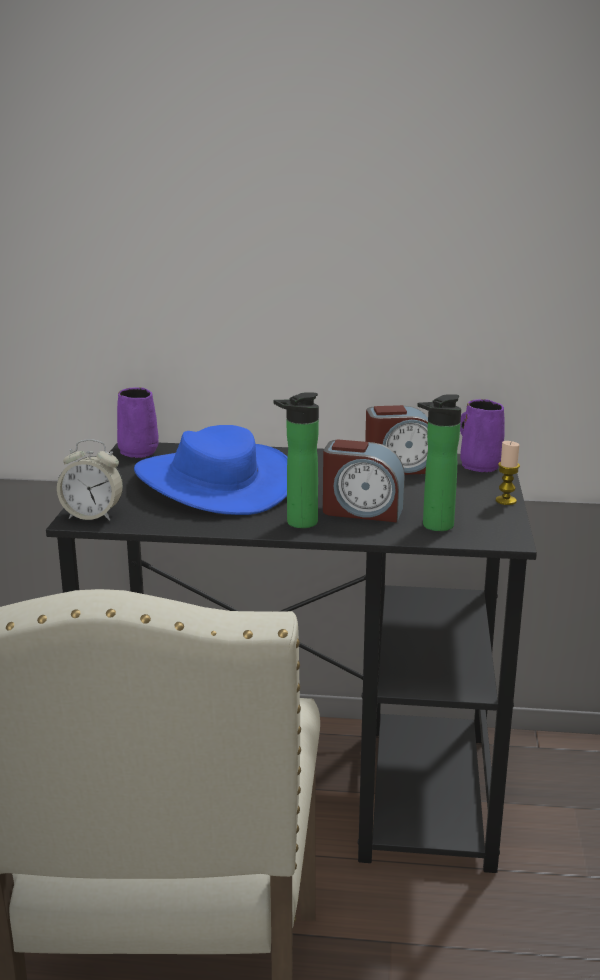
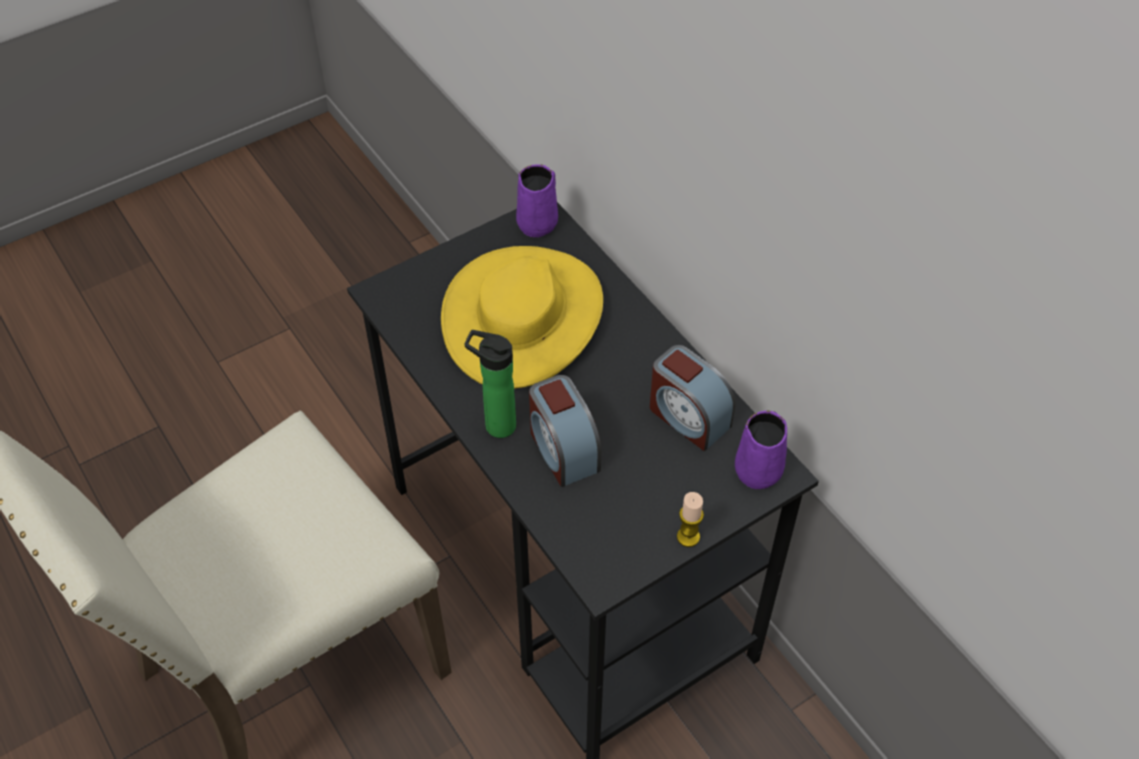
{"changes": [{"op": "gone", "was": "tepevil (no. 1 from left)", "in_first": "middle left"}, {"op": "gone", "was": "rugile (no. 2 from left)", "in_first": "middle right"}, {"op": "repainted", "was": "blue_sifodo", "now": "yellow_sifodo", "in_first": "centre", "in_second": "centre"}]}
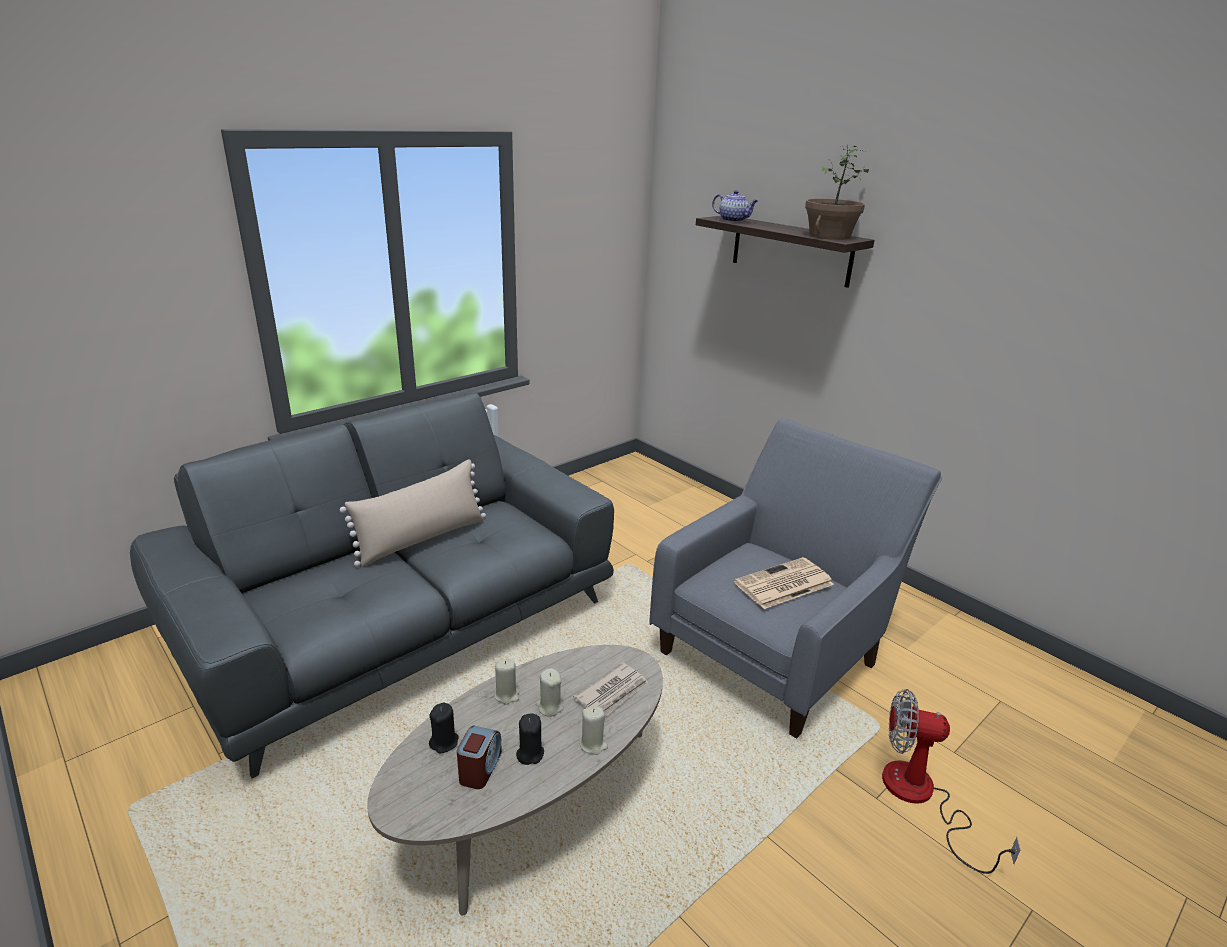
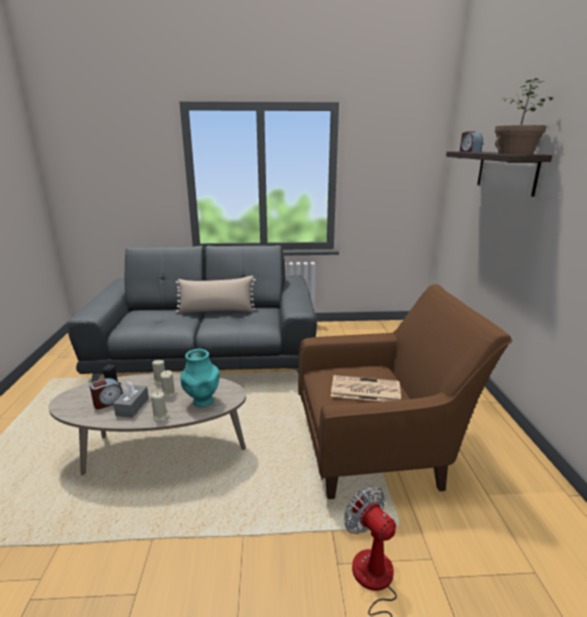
{"changes": [{"op": "swapped", "was": "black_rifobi (no. 2 from left)", "now": "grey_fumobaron", "in_first": "bottom centre", "in_second": "middle left"}, {"op": "swapped", "was": "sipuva (no. 1 from left)", "now": "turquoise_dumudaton", "in_first": "bottom centre", "in_second": "centre"}, {"op": "swapped", "was": "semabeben", "now": "tepevil (no. 2 from left)", "in_first": "top centre", "in_second": "top right"}, {"op": "repainted", "was": "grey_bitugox", "now": "brown_bitugox", "in_first": "centre", "in_second": "middle right"}]}
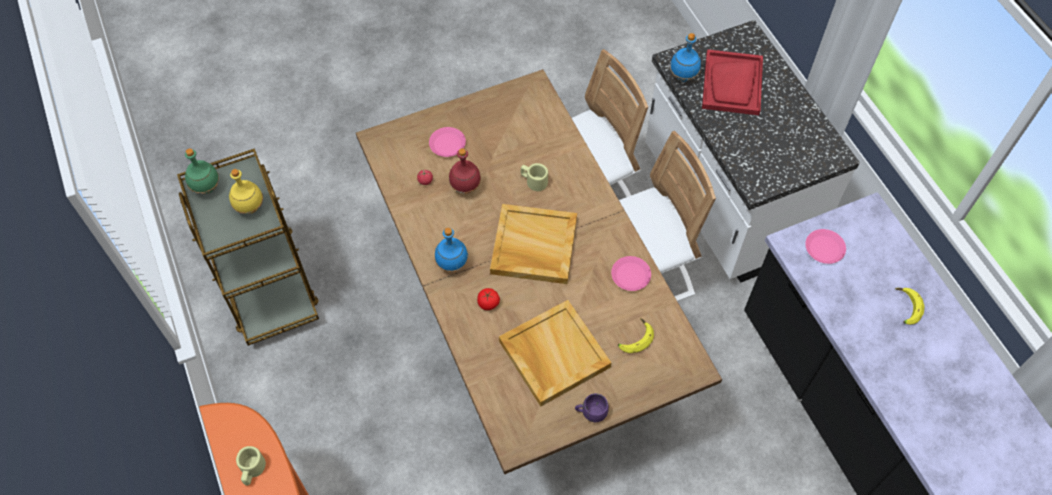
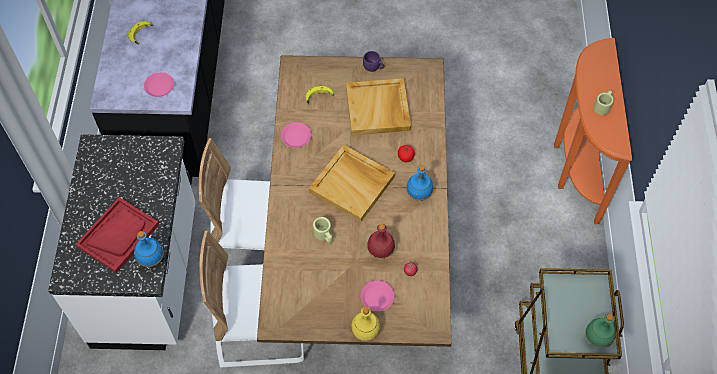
{"changes": [{"op": "shifted", "was": "yellow_rugile", "in_first": "middle left", "in_second": "bottom centre"}]}
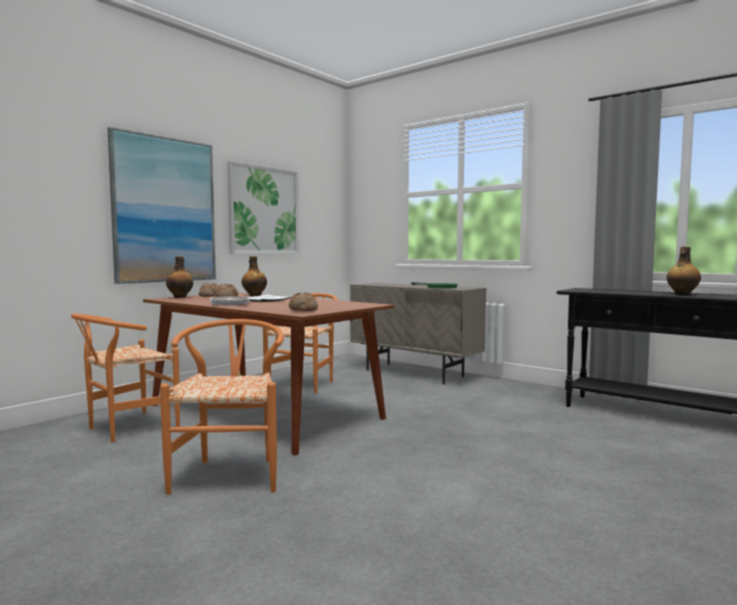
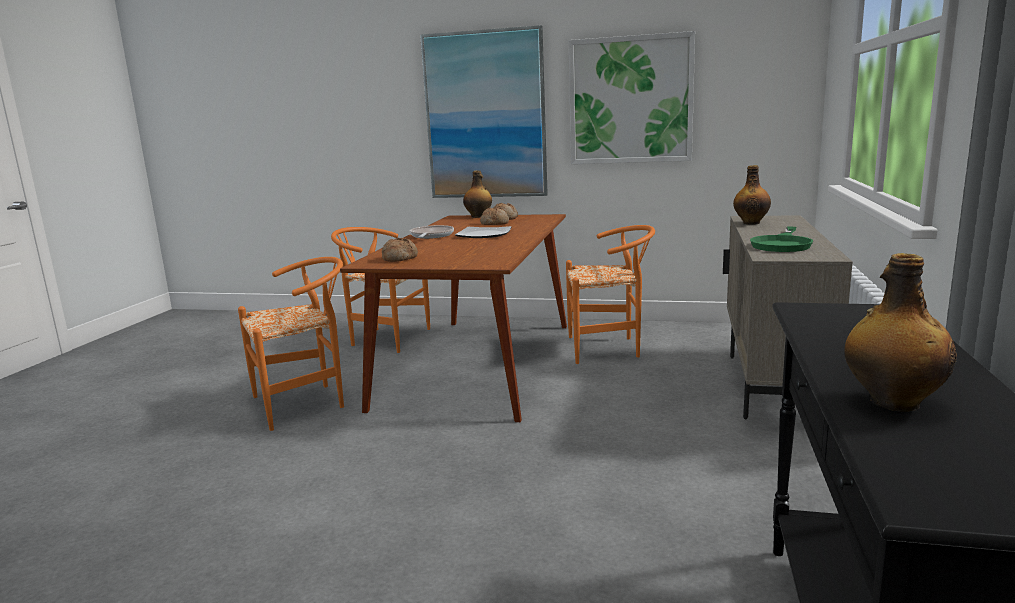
{"changes": [{"op": "shifted", "was": "rugile (no. 2 from left)", "in_first": "centre", "in_second": "top right"}]}
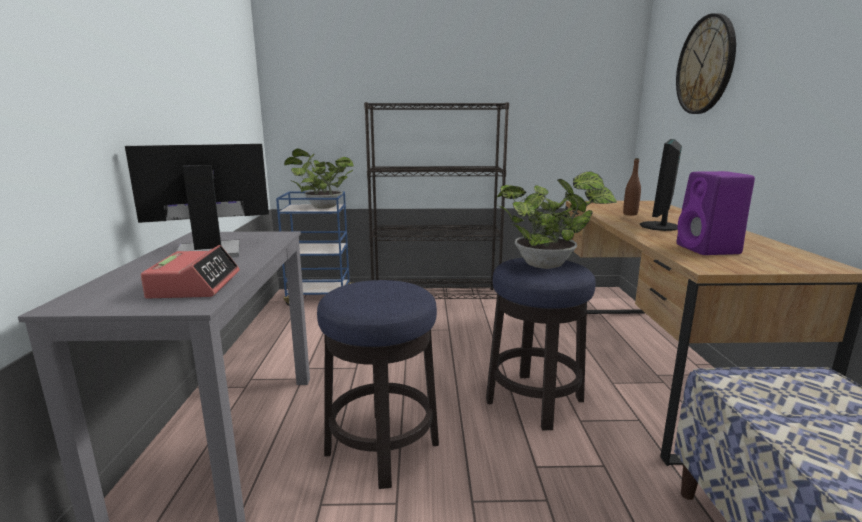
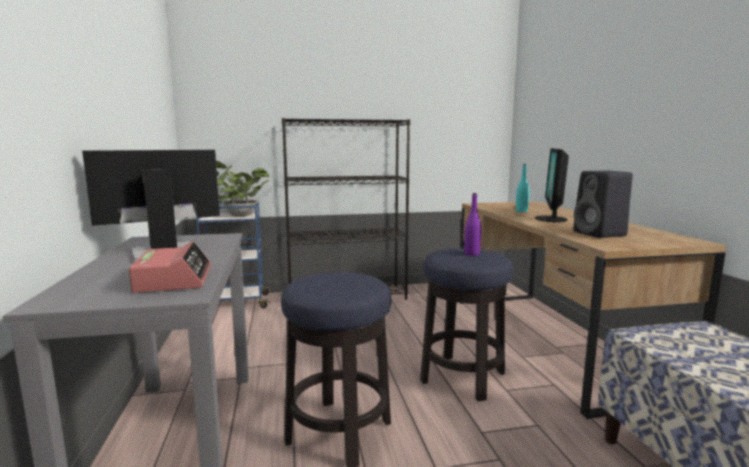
{"changes": [{"op": "gone", "was": "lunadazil", "in_first": "top right"}, {"op": "swapped", "was": "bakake (no. 2 from left)", "now": "purple_rugile", "in_first": "centre", "in_second": "centre"}, {"op": "repainted", "was": "brown_rugile", "now": "turquoise_rugile", "in_first": "middle right", "in_second": "middle right"}, {"op": "repainted", "was": "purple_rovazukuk", "now": "black_rovazukuk", "in_first": "middle right", "in_second": "middle right"}]}
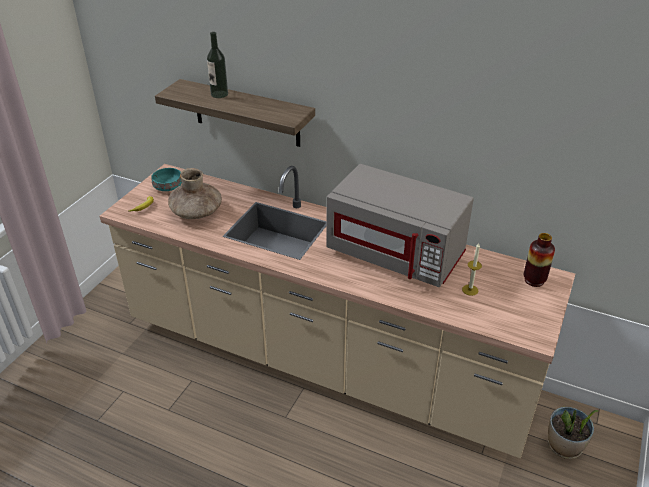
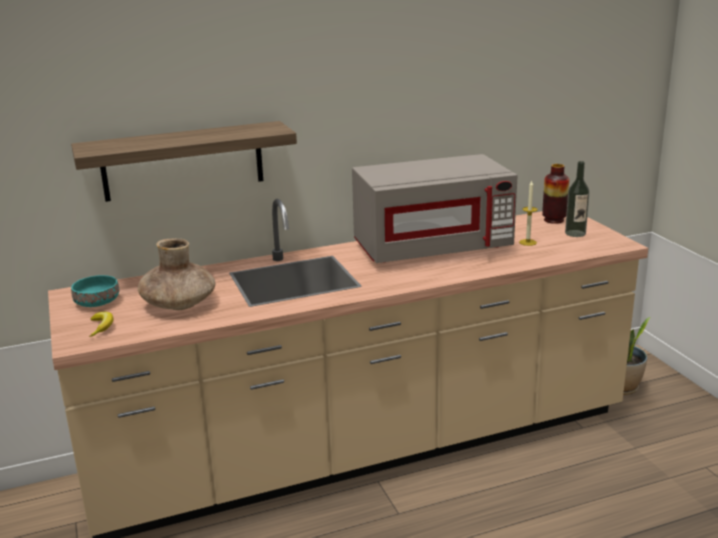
{"changes": [{"op": "shifted", "was": "rugile", "in_first": "top centre", "in_second": "middle right"}]}
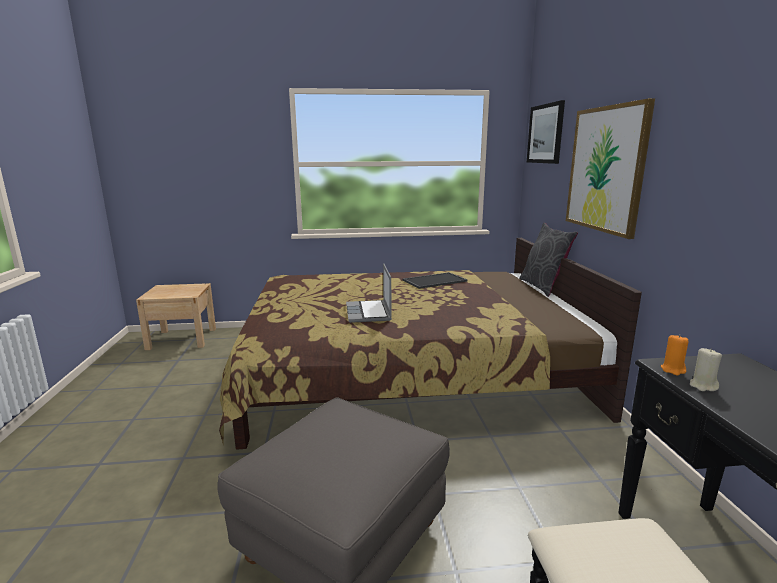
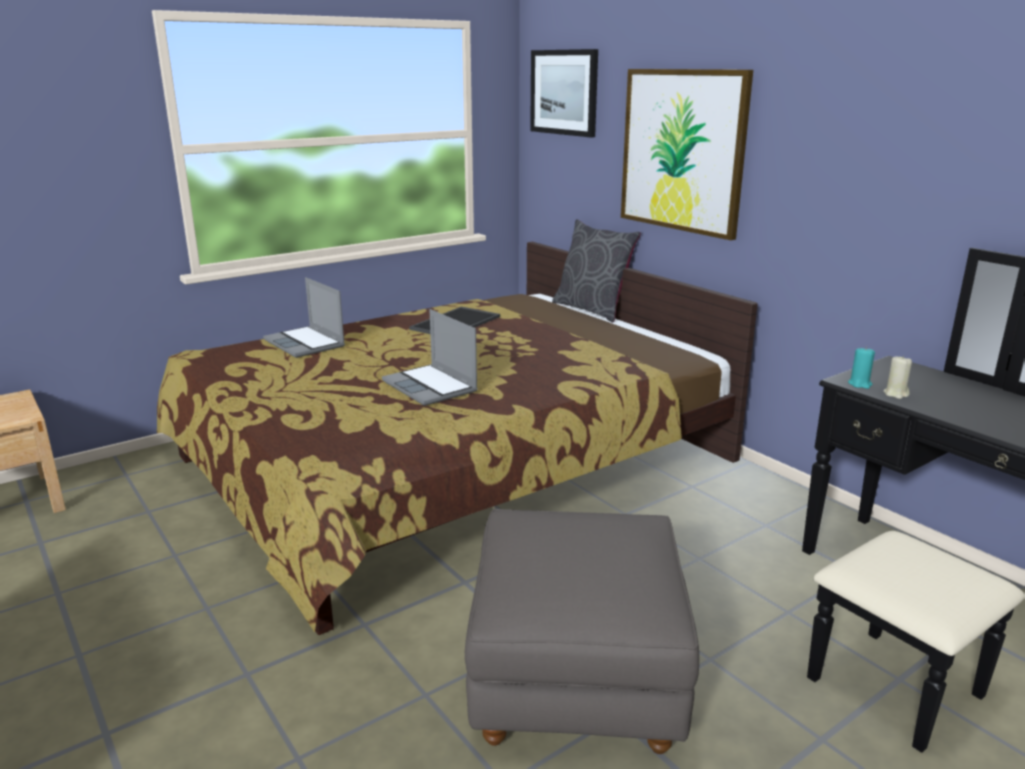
{"changes": [{"op": "new", "now": "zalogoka (no. 1 from left)", "in_second": "middle left"}, {"op": "repainted", "was": "orange_rifobi", "now": "turquoise_rifobi", "in_first": "middle right", "in_second": "middle right"}]}
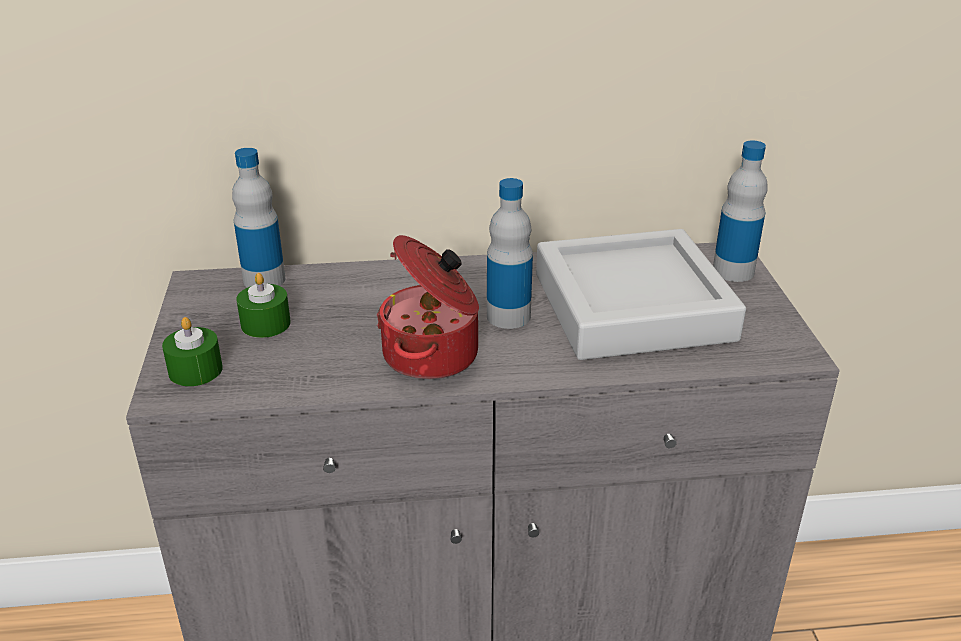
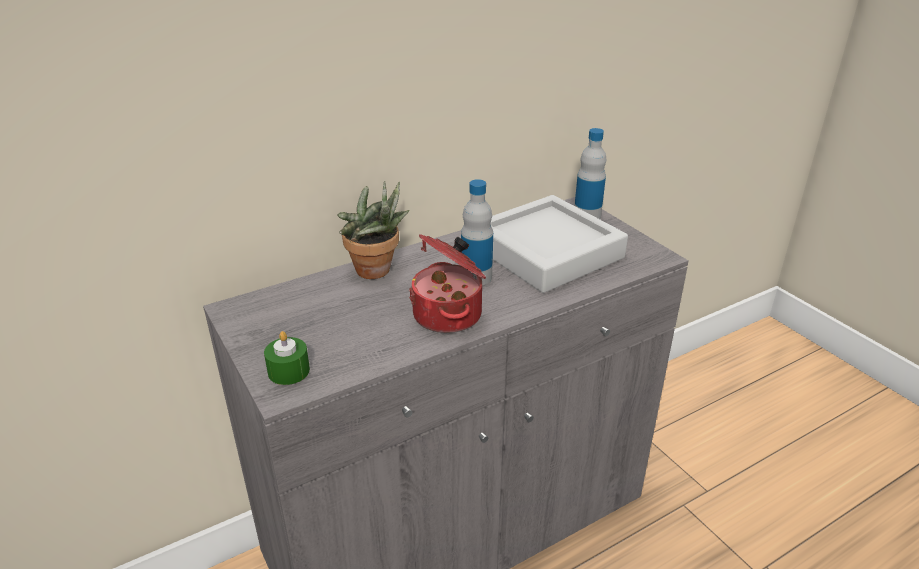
{"changes": [{"op": "gone", "was": "rugile (no. 1 from left)", "in_first": "middle left"}, {"op": "gone", "was": "green_rifobi (no. 2 from left)", "in_first": "middle left"}, {"op": "new", "now": "bakake", "in_second": "centre"}]}
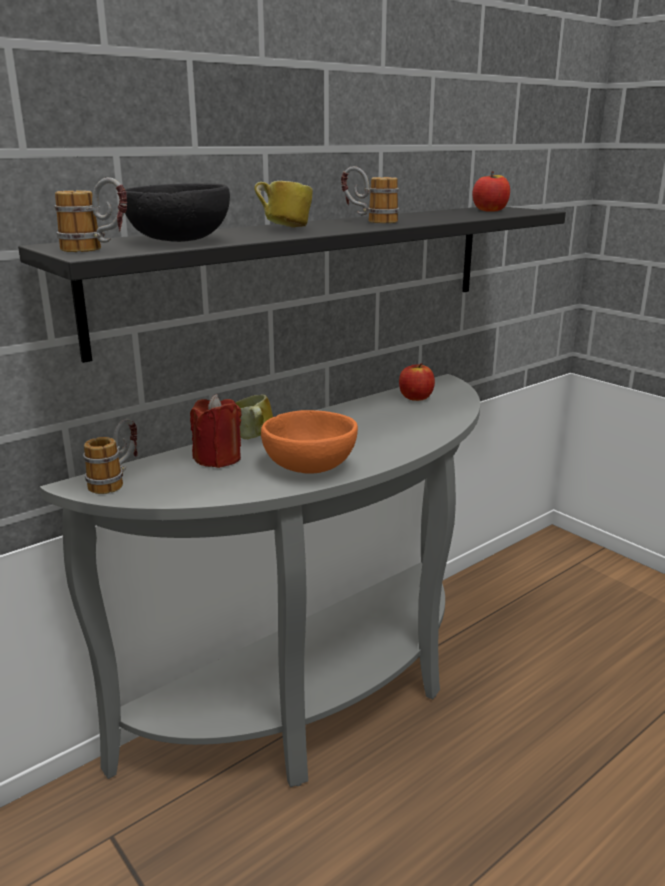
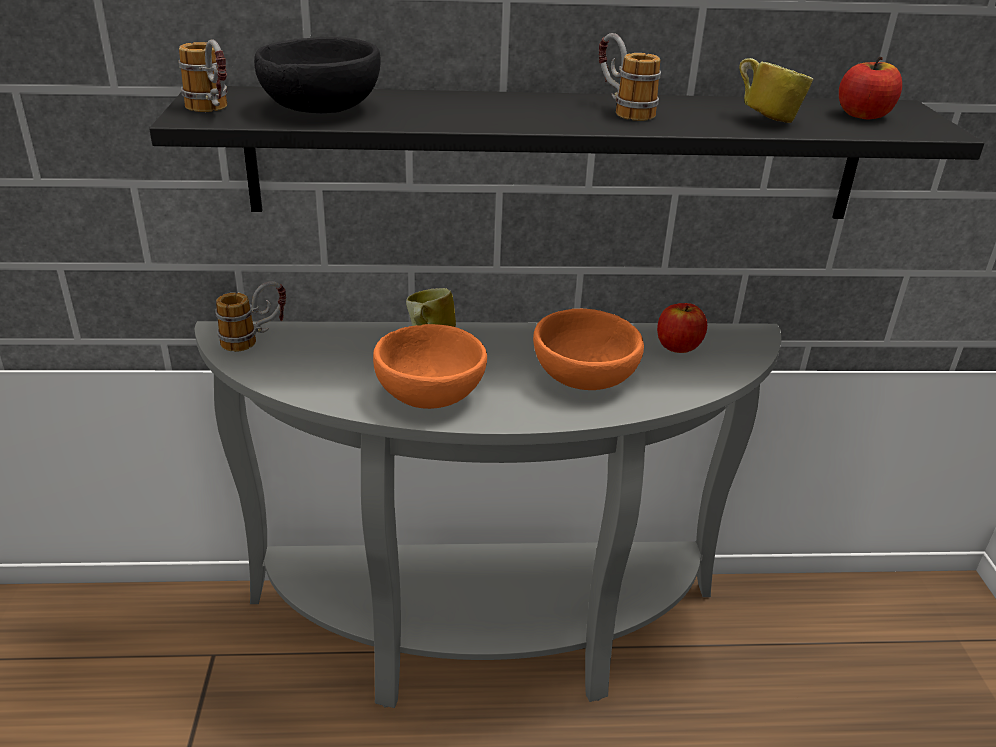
{"changes": [{"op": "gone", "was": "red_rifobi", "in_first": "middle left"}, {"op": "new", "now": "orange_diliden (no. 2 from left)", "in_second": "centre"}, {"op": "shifted", "was": "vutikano (no. 4 from left in the first image)", "now": "vutikano (no. 5 from left)", "in_first": "top centre", "in_second": "top right"}]}
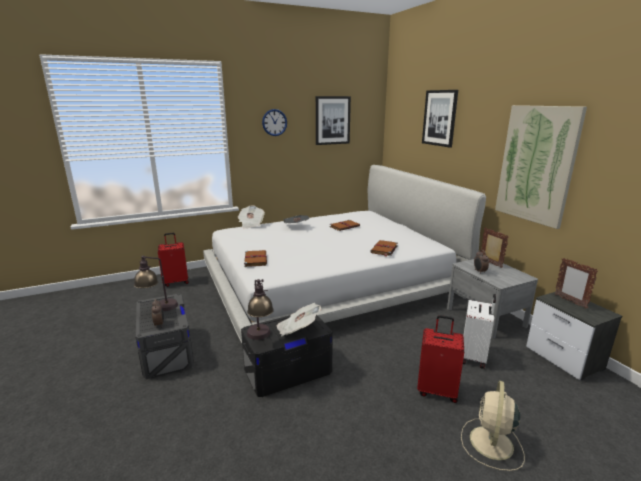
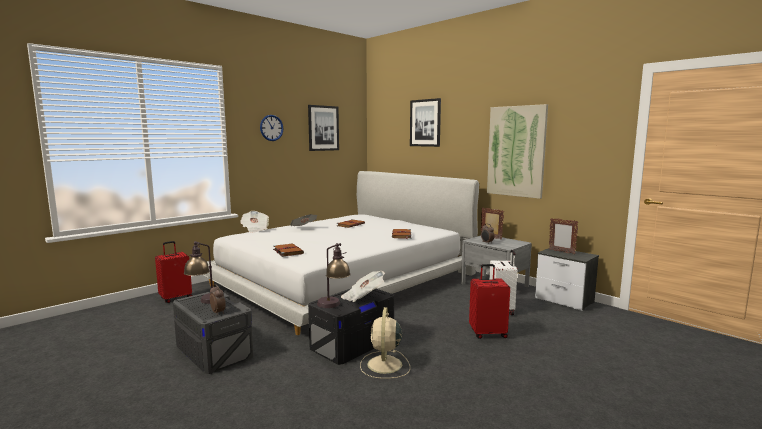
{"changes": [{"op": "shifted", "was": "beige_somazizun", "in_first": "bottom right", "in_second": "bottom centre"}]}
